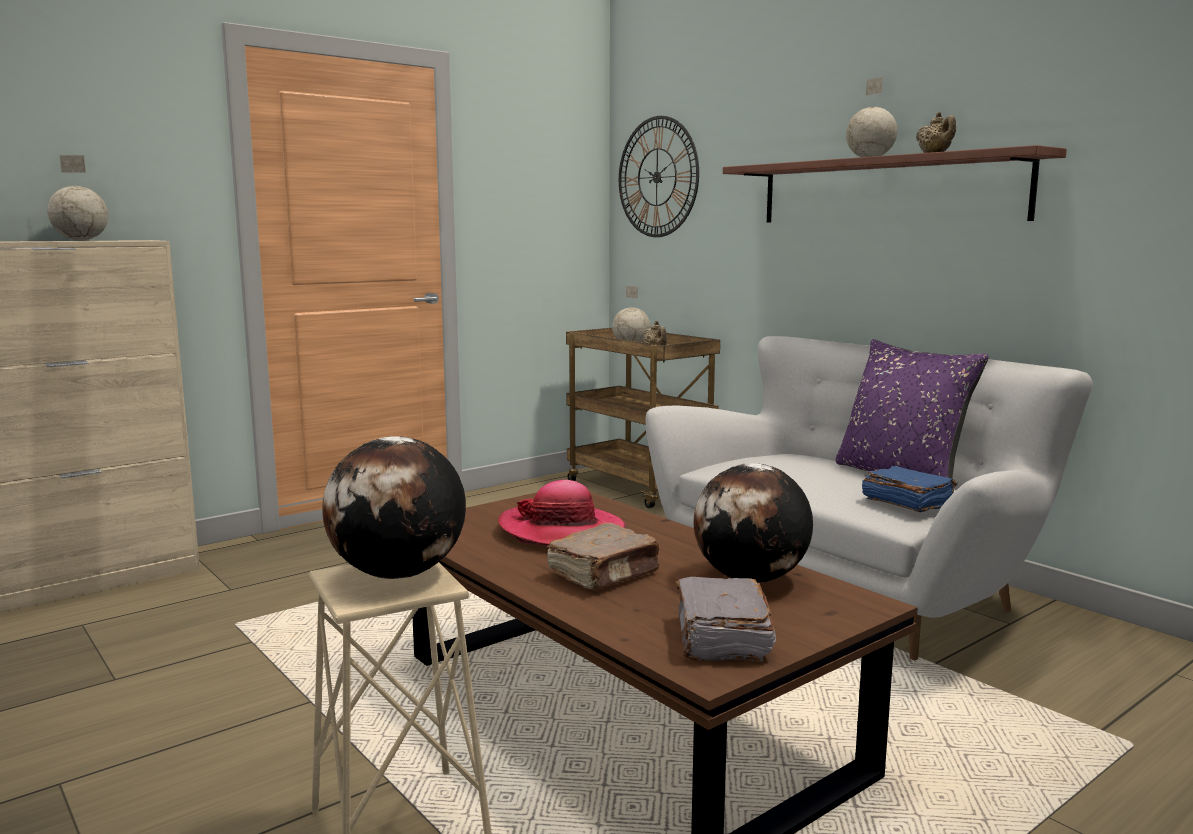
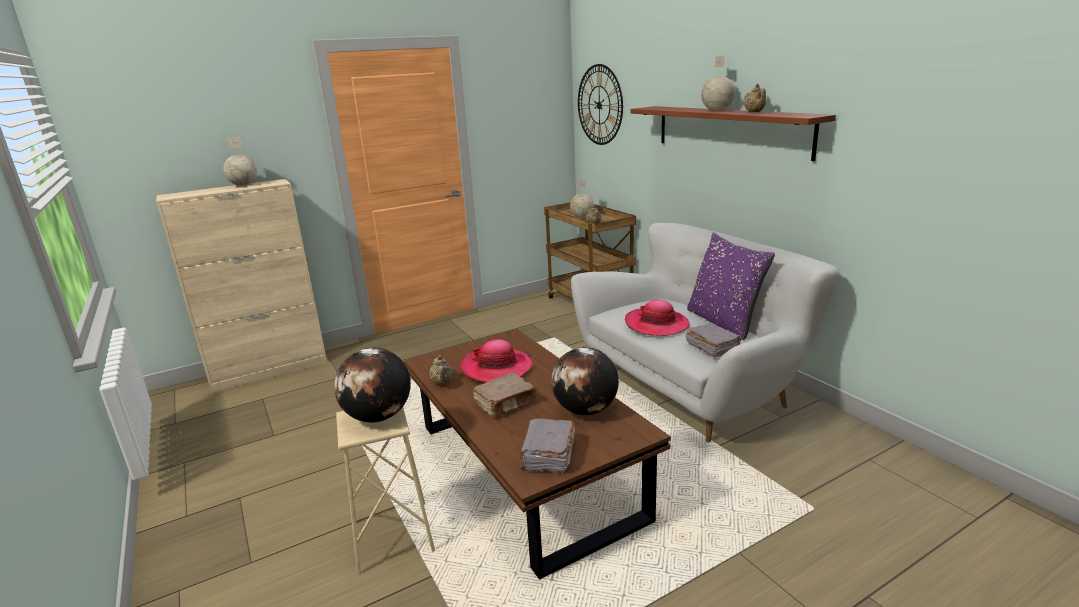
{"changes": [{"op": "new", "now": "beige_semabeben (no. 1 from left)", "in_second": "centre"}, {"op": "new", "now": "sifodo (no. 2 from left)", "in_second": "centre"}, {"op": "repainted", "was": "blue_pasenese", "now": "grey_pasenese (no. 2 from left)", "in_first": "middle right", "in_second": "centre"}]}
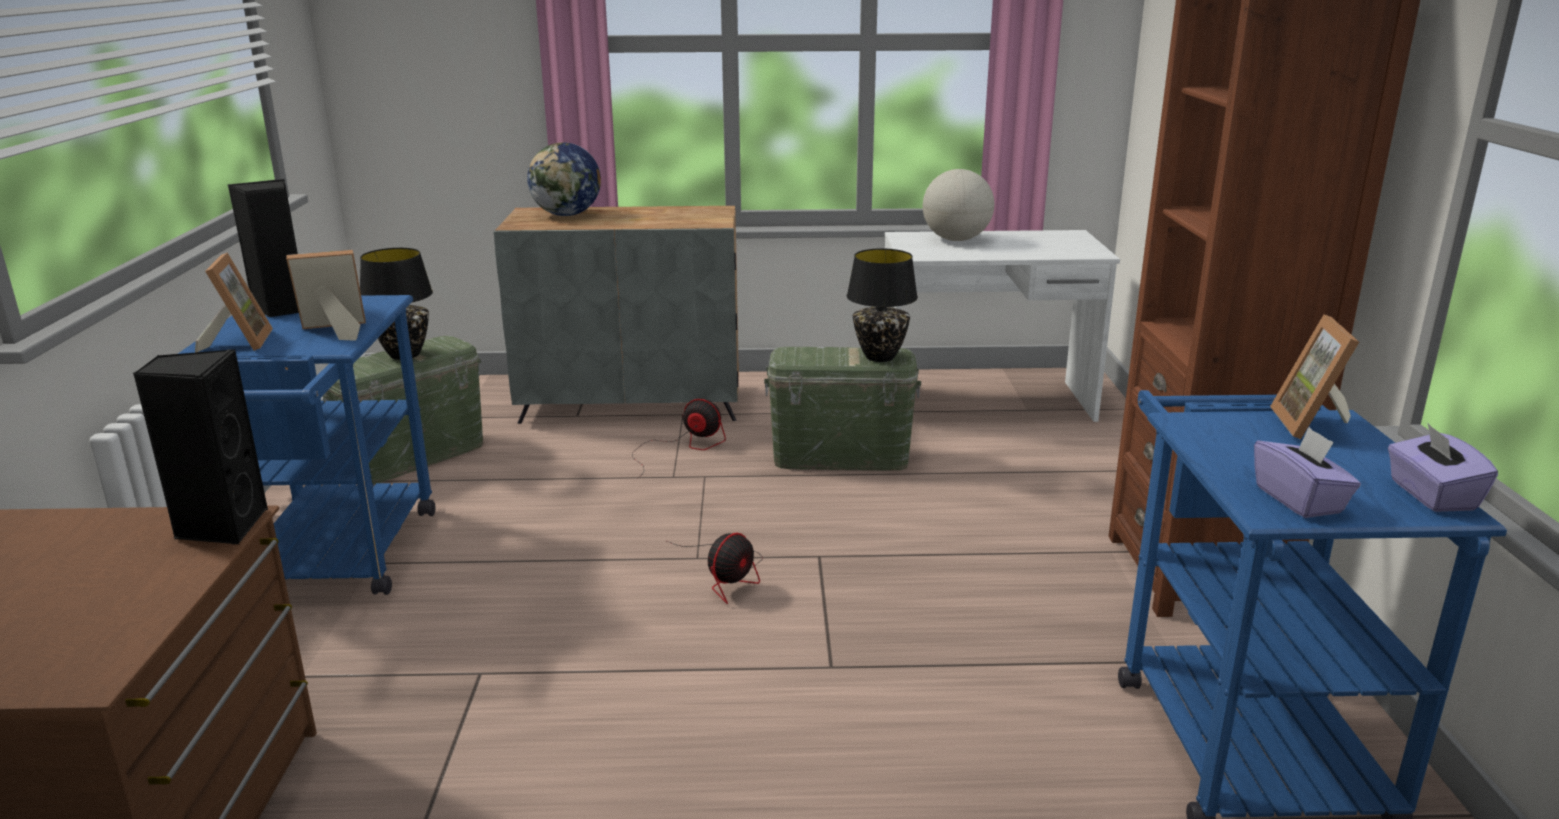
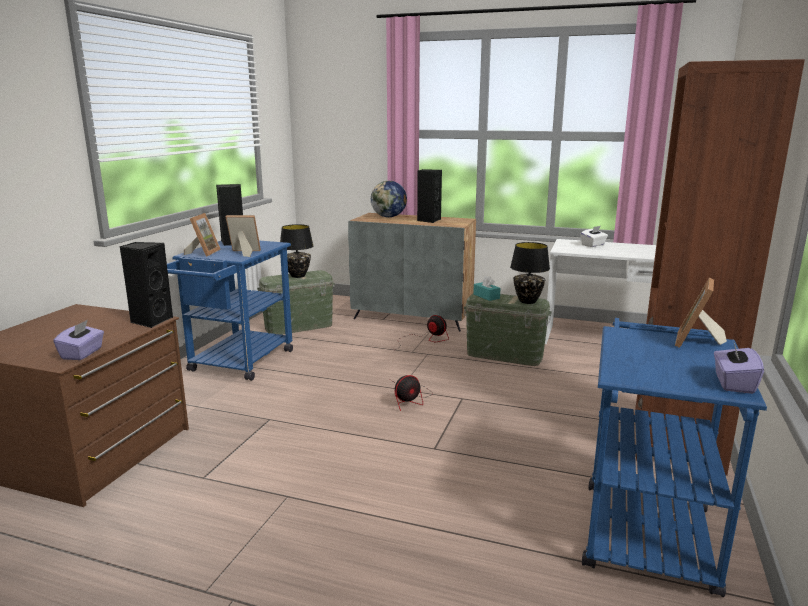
{"changes": [{"op": "new", "now": "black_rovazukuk (no. 3 from left)", "in_second": "top centre"}, {"op": "new", "now": "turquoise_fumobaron", "in_second": "centre"}, {"op": "shifted", "was": "purple_fumobaron (no. 1 from left)", "in_first": "middle right", "in_second": "middle left"}, {"op": "swapped", "was": "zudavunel (no. 2 from left)", "now": "white_fumobaron", "in_first": "top centre", "in_second": "middle right"}]}
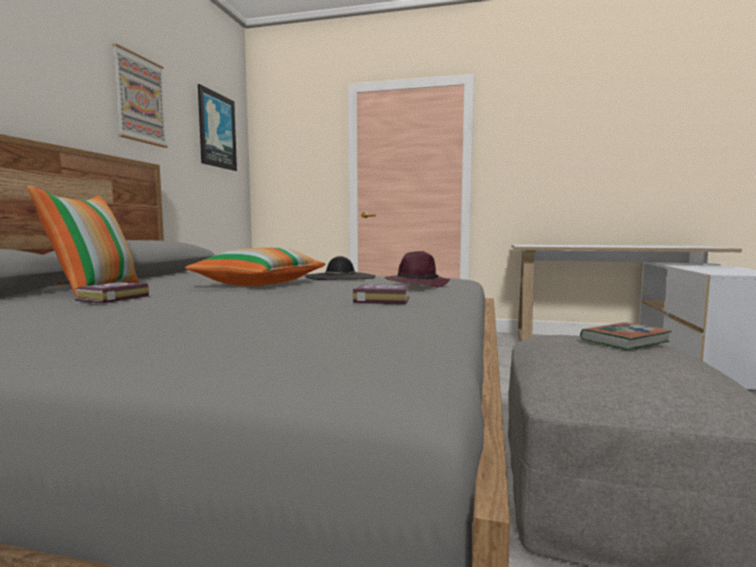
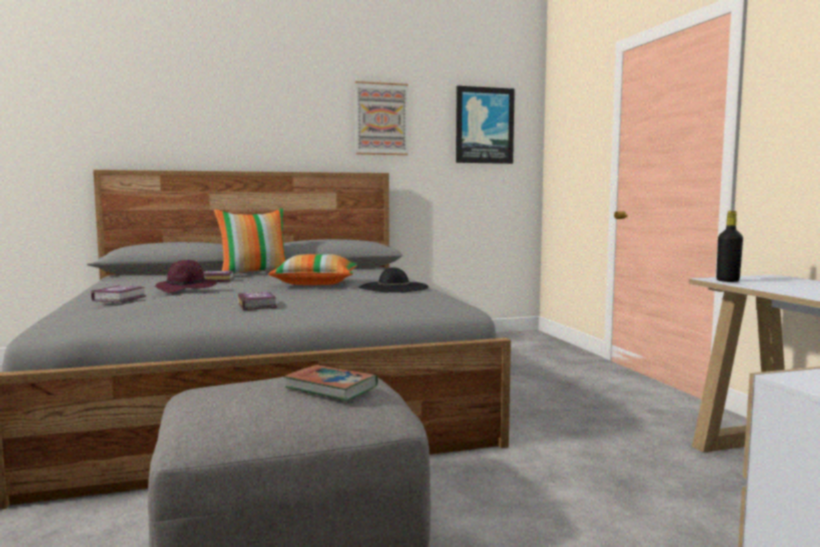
{"changes": [{"op": "new", "now": "pasenese (no. 1 from left)", "in_second": "middle left"}, {"op": "new", "now": "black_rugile", "in_second": "middle right"}, {"op": "shifted", "was": "purple_sifodo", "in_first": "centre", "in_second": "middle left"}]}
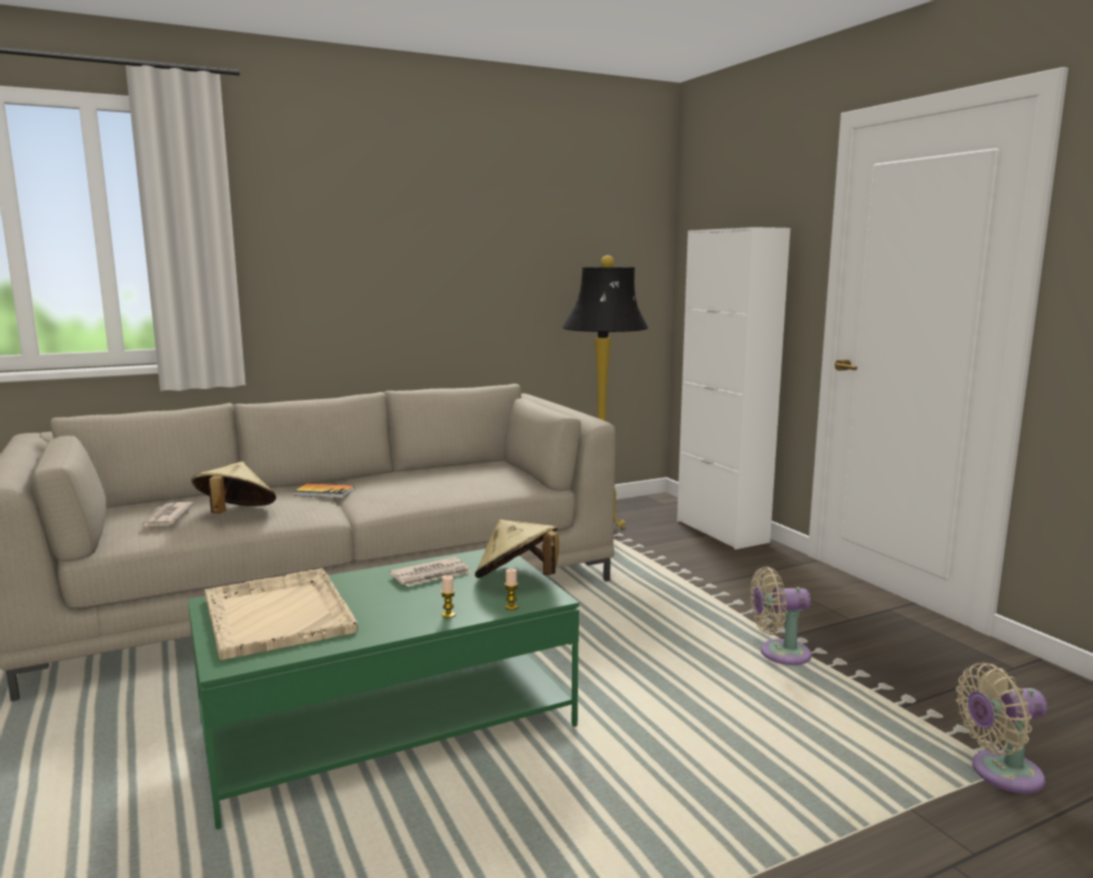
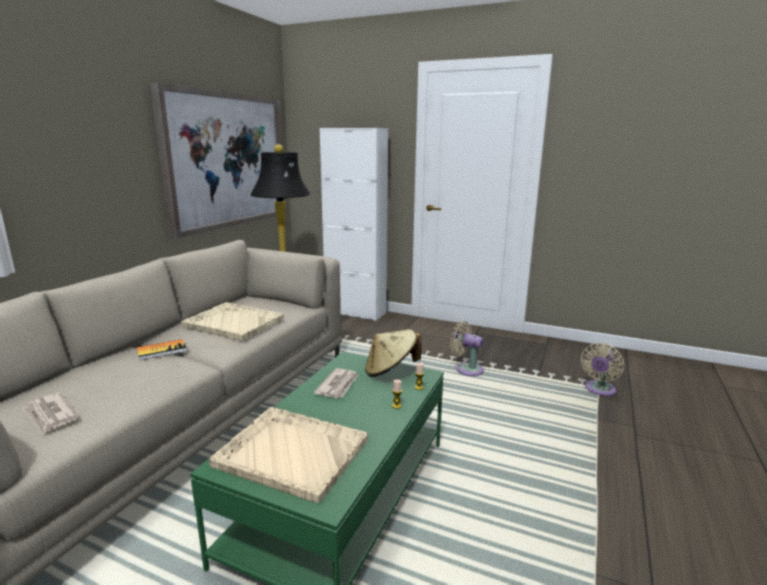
{"changes": [{"op": "gone", "was": "beige_sifodo (no. 1 from left)", "in_first": "middle left"}, {"op": "new", "now": "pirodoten", "in_second": "top left"}, {"op": "new", "now": "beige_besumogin (no. 1 from left)", "in_second": "middle left"}, {"op": "rotated", "was": "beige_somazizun (no. 1 from left)", "in_first": "bottom right", "in_second": "centre", "clockwise": 75}]}
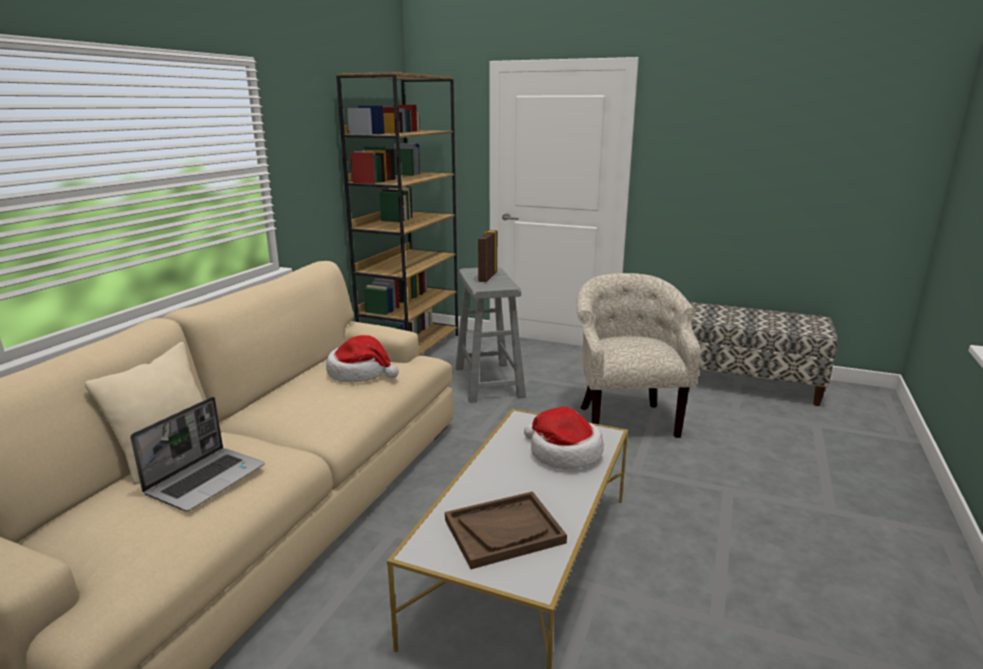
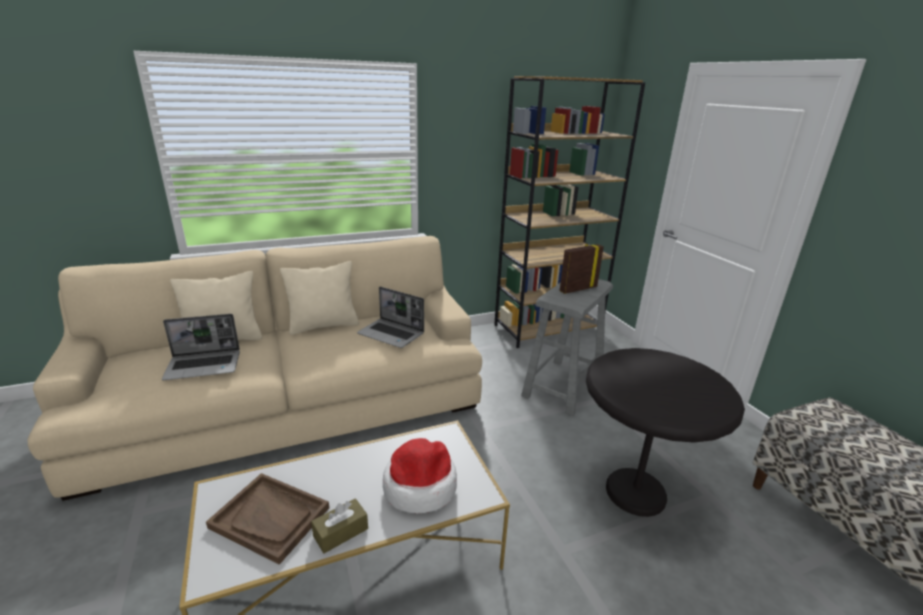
{"changes": [{"op": "new", "now": "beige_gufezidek (no. 2 from left)", "in_second": "centre"}, {"op": "new", "now": "brown_fumobaron", "in_second": "bottom centre"}, {"op": "swapped", "was": "sifodo (no. 1 from left)", "now": "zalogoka (no. 2 from left)", "in_first": "centre", "in_second": "centre"}, {"op": "swapped", "was": "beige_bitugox", "now": "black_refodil", "in_first": "centre", "in_second": "bottom right"}]}
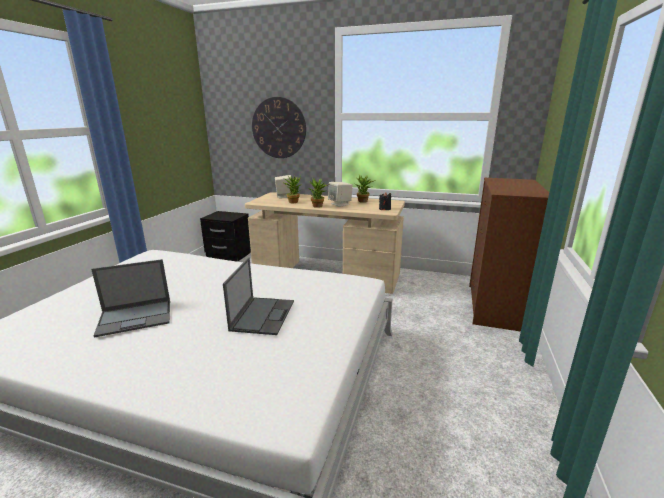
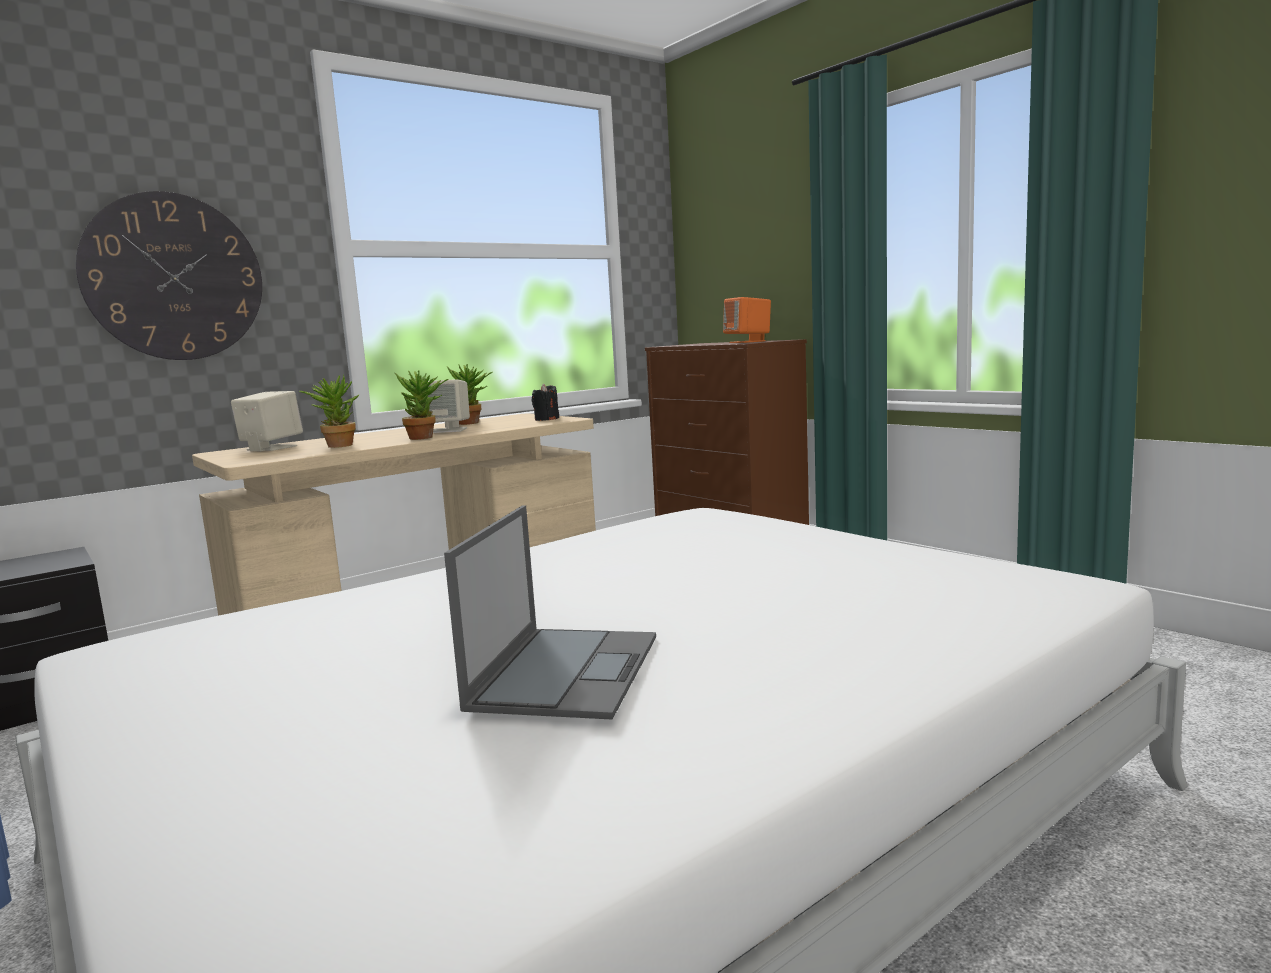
{"changes": [{"op": "gone", "was": "zalogoka (no. 2 from left)", "in_first": "centre"}, {"op": "new", "now": "orange_rovazukuk", "in_second": "top centre"}]}
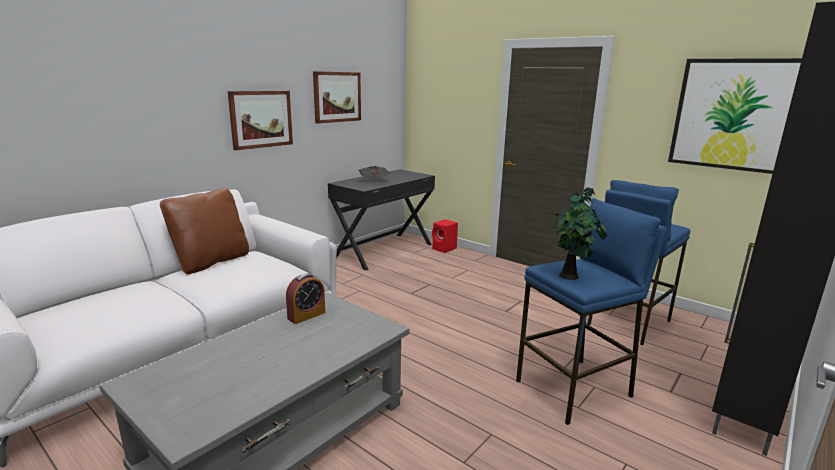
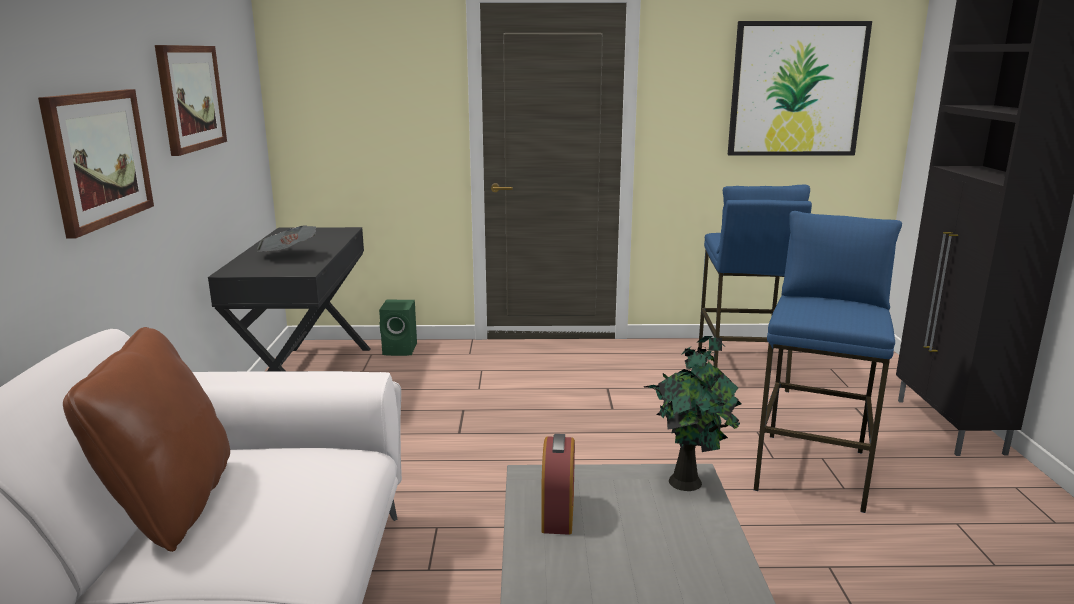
{"changes": [{"op": "shifted", "was": "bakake", "in_first": "middle right", "in_second": "bottom centre"}, {"op": "repainted", "was": "red_rovazukuk", "now": "green_rovazukuk", "in_first": "centre", "in_second": "centre"}]}
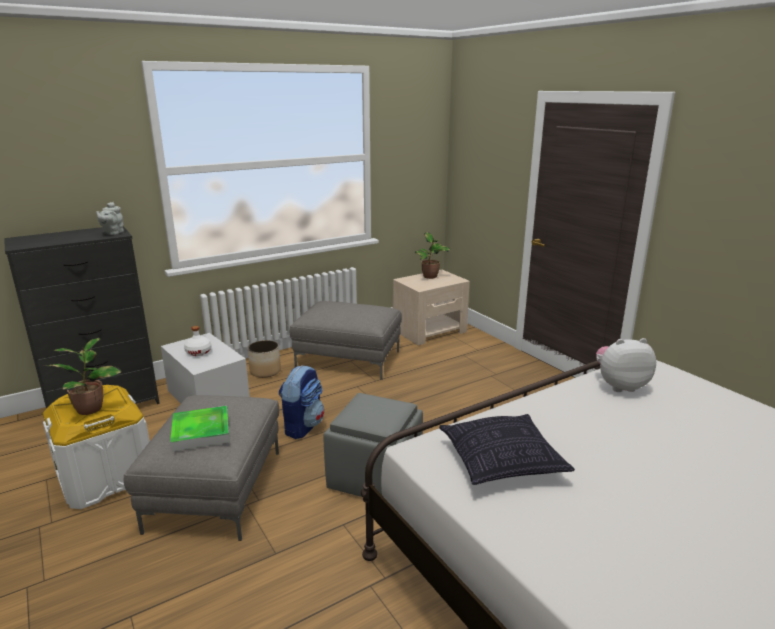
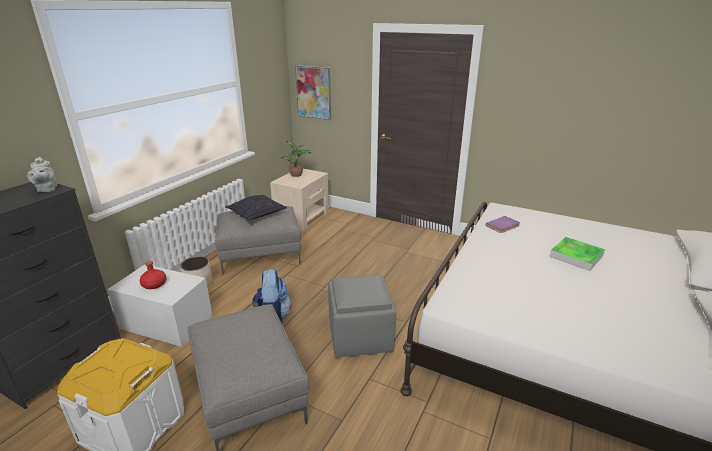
{"changes": [{"op": "gone", "was": "bakake (no. 1 from left)", "in_first": "middle left"}, {"op": "new", "now": "pirodoten", "in_second": "top centre"}, {"op": "shifted", "was": "besumogin", "in_first": "bottom left", "in_second": "middle right"}, {"op": "shifted", "was": "gufezidek", "in_first": "bottom centre", "in_second": "centre"}, {"op": "swapped", "was": "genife", "now": "purple_pasenese", "in_first": "middle right", "in_second": "middle right"}, {"op": "repainted", "was": "white_rugile", "now": "red_rugile", "in_first": "middle left", "in_second": "middle left"}]}
